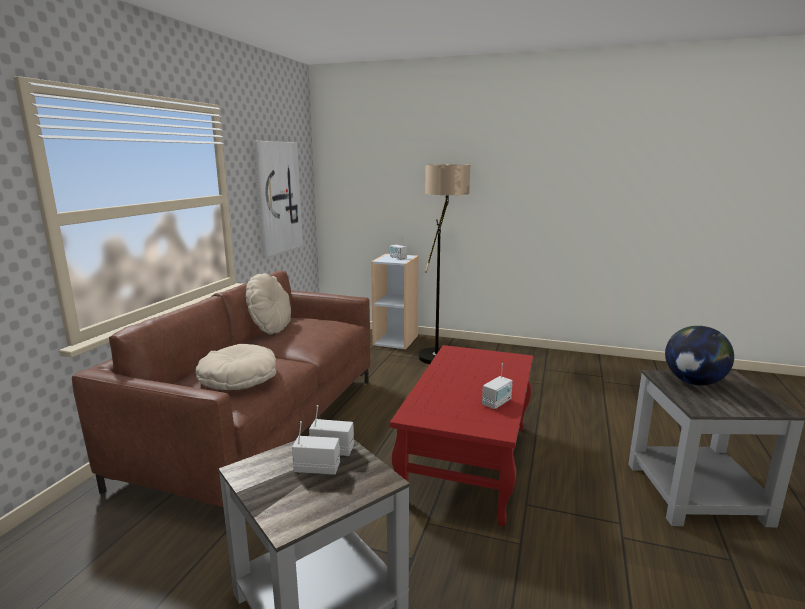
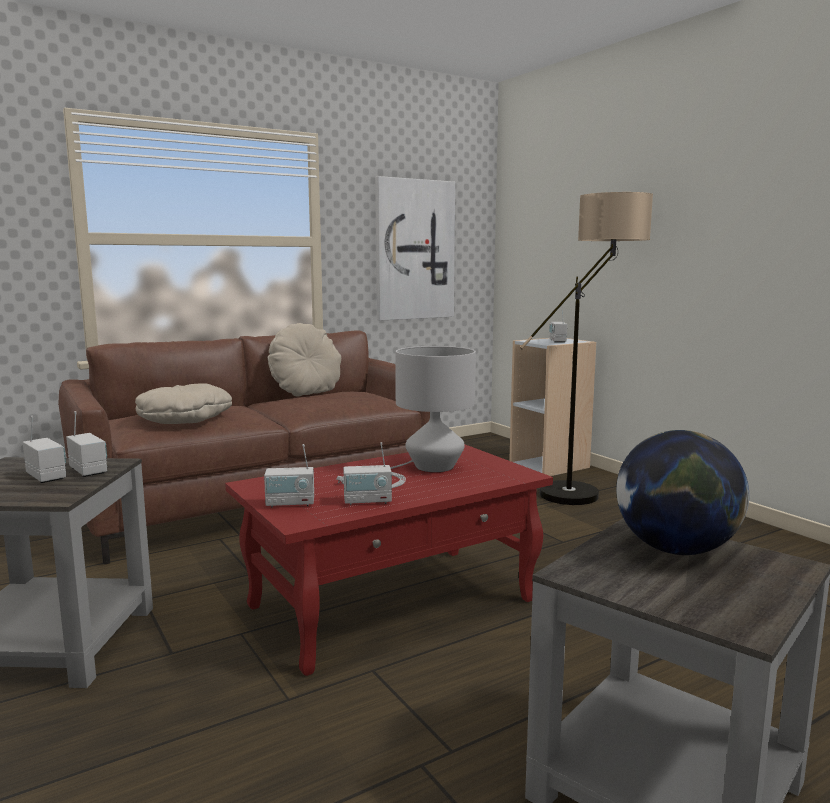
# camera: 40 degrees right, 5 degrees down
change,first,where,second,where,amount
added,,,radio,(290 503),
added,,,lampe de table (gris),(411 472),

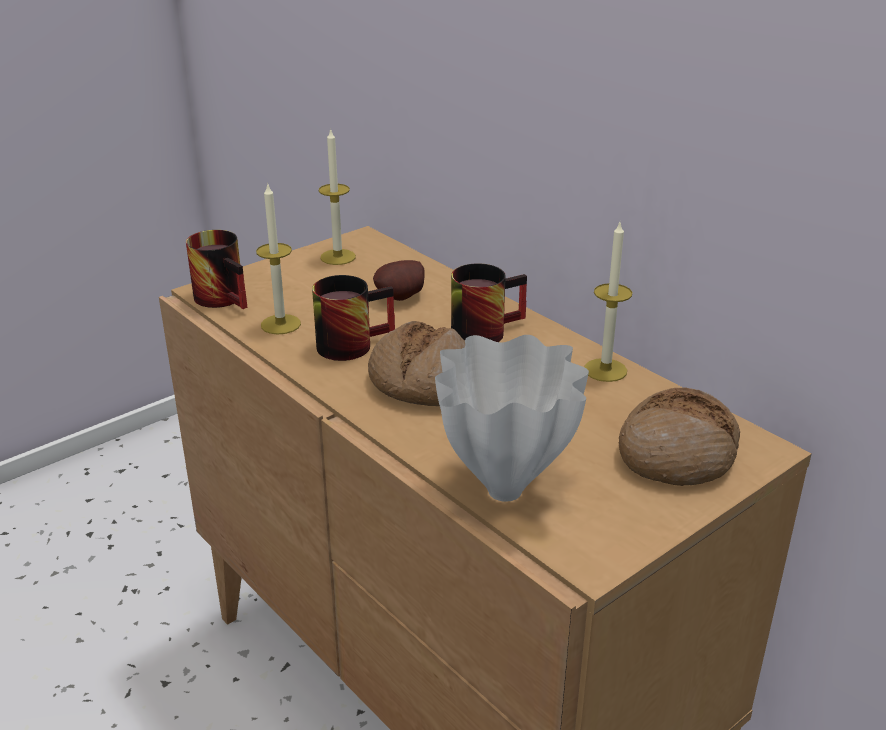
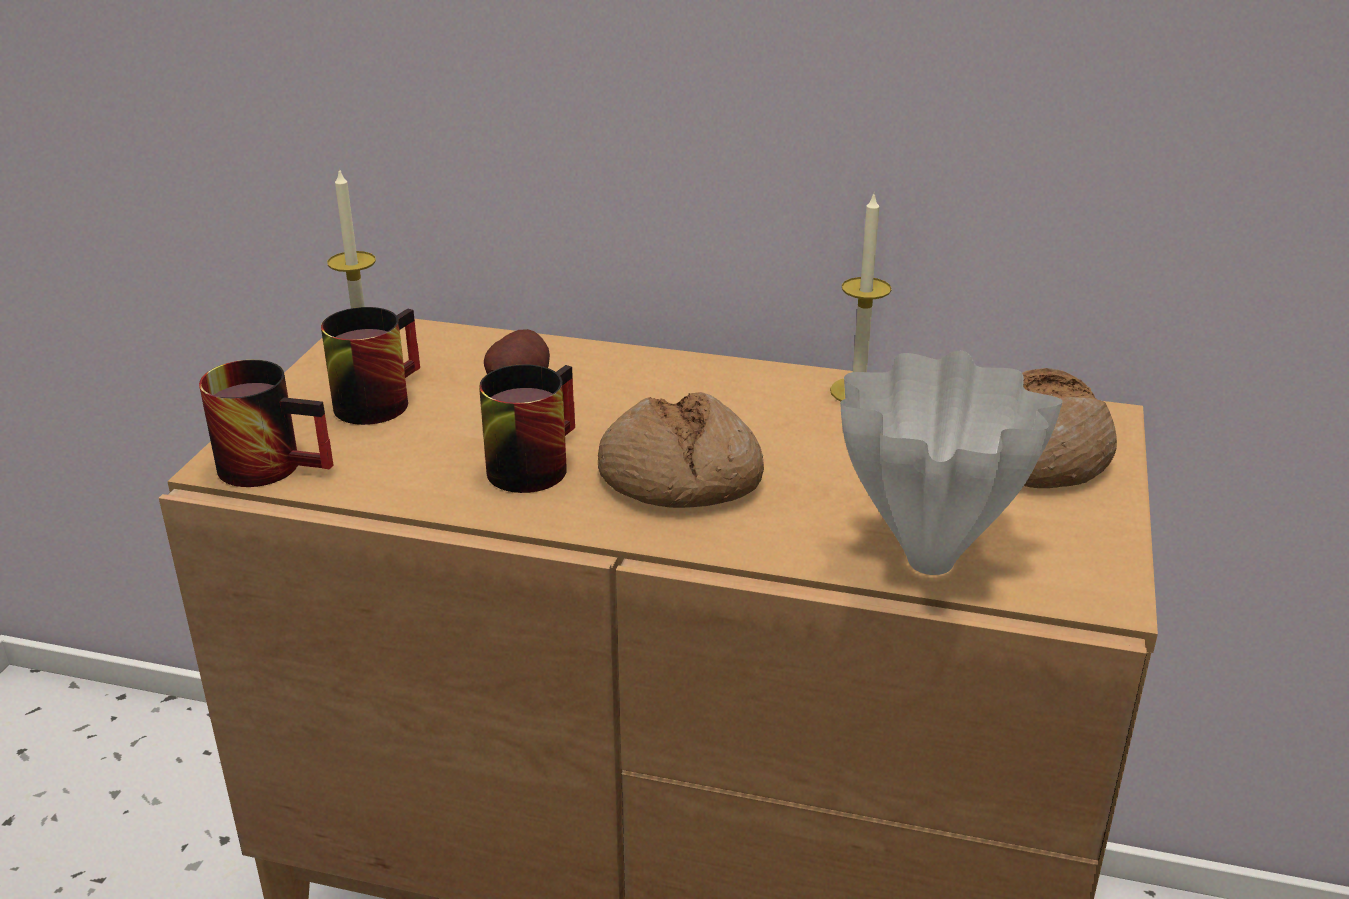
# camera: 35 degrees left, 0 degrees up
change,first,where,second,where,amount
moved,mug,(484 329),,(374 398),
removed,bougie,(280 324),,,

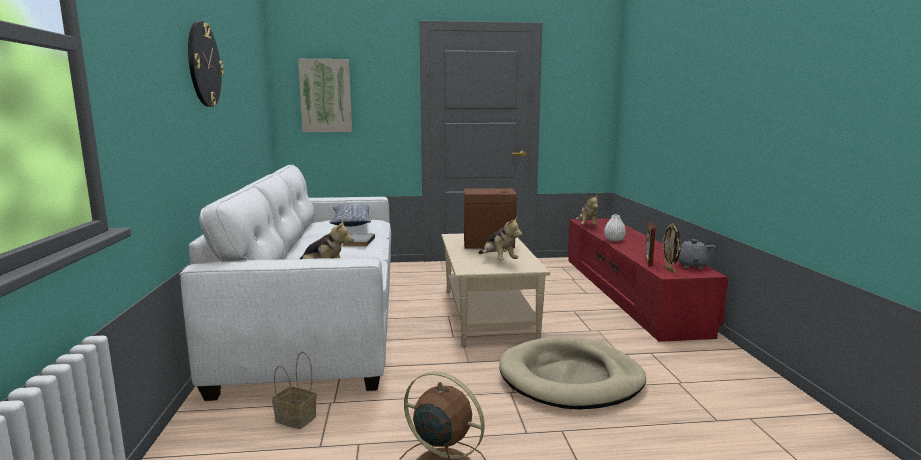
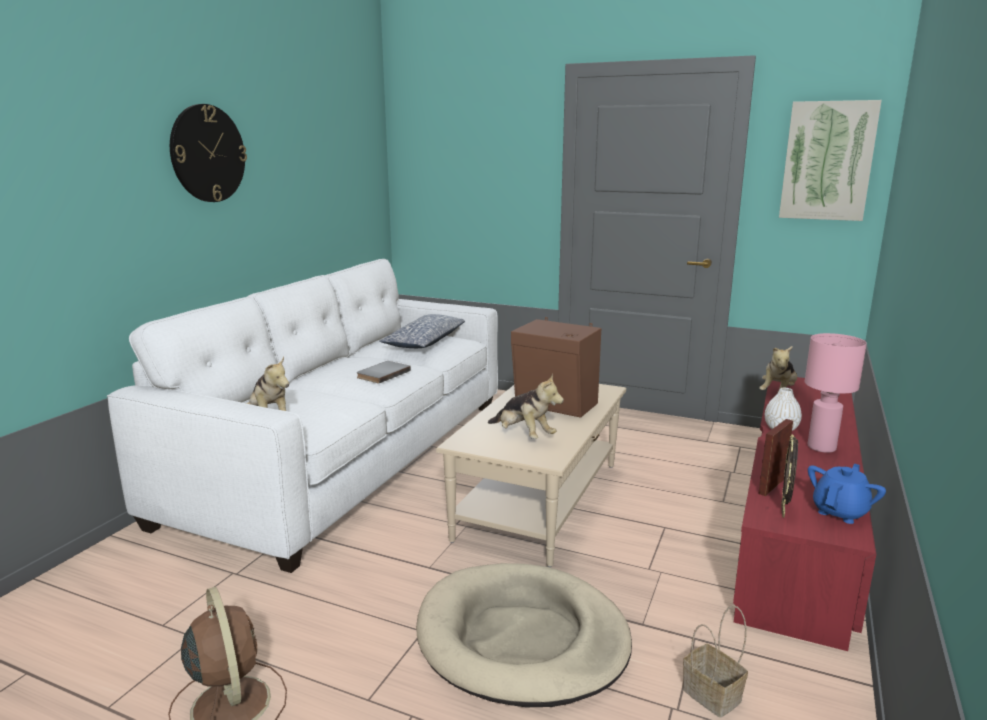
# camera: 30 degrees right, 5 degrees up
change,first,where,second,where,amount
turned,peluche,(498 261),,(523 435),45 degrees counterclockwise
moved,panier,(297 419),,(714 695),
moved,tableau,(326 96),,(827 161),
added,,,lampe de table (rose),(821 447),
recoloured,théière (gris),(692 266),théière (bleu),(840 512),

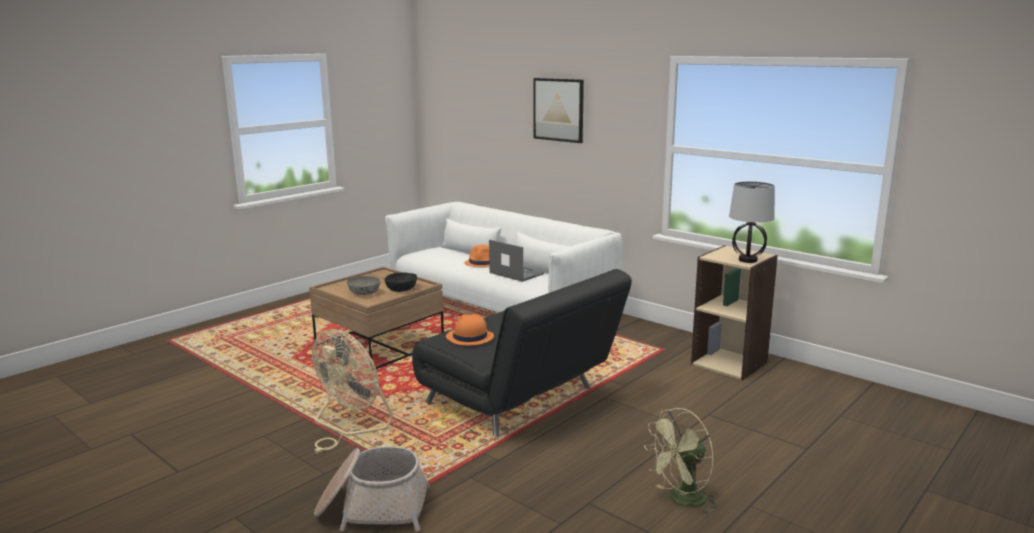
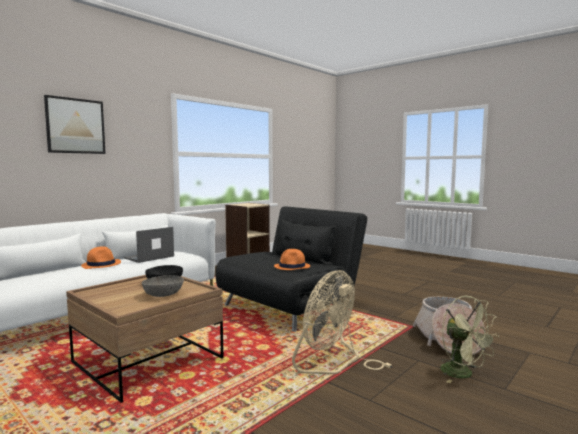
# camera: 90 degrees left, 10 degrees down
change,first,where,second,where,amount
moved,ventilateur (vert),(682 501),,(463 374),
removed,lampe de table,(747 260),,,

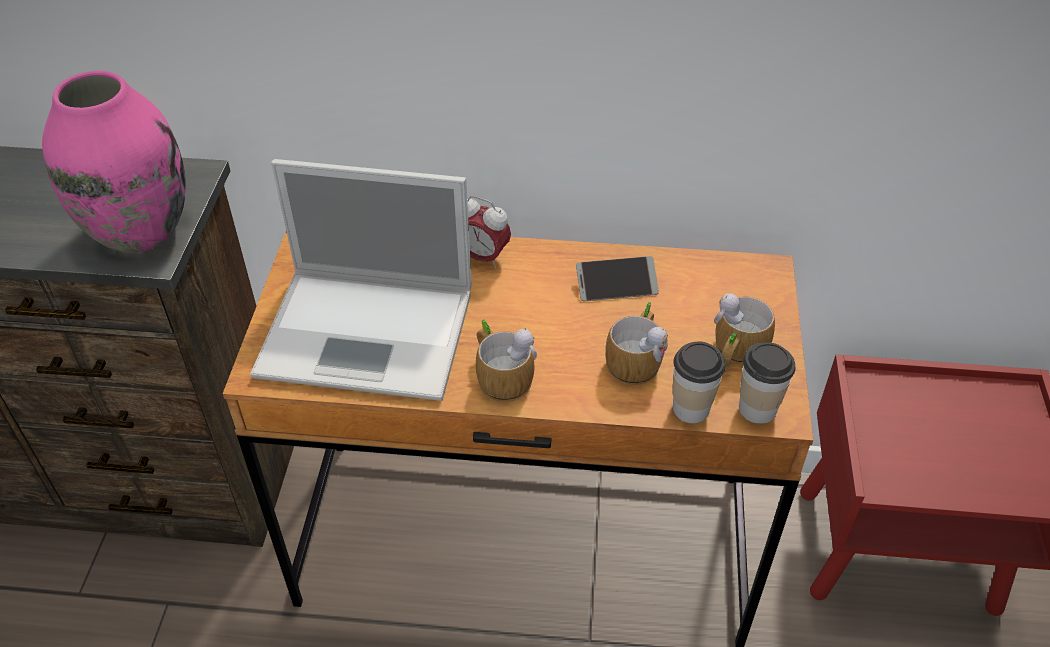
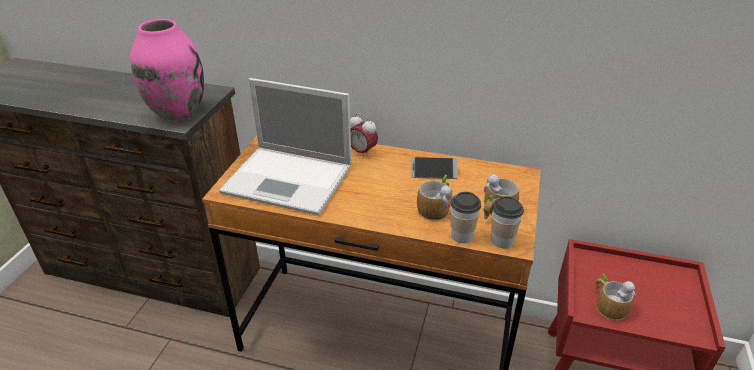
# camera: 10 degrees right, 10 degrees down
change,first,where,second,where,amount
moved,mug,(501 374),,(608 305),

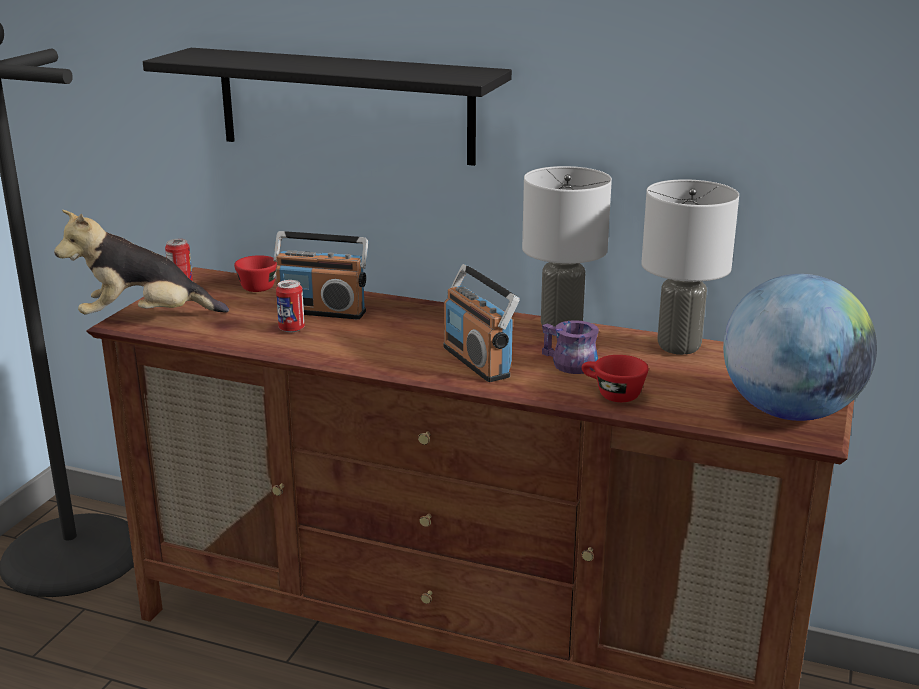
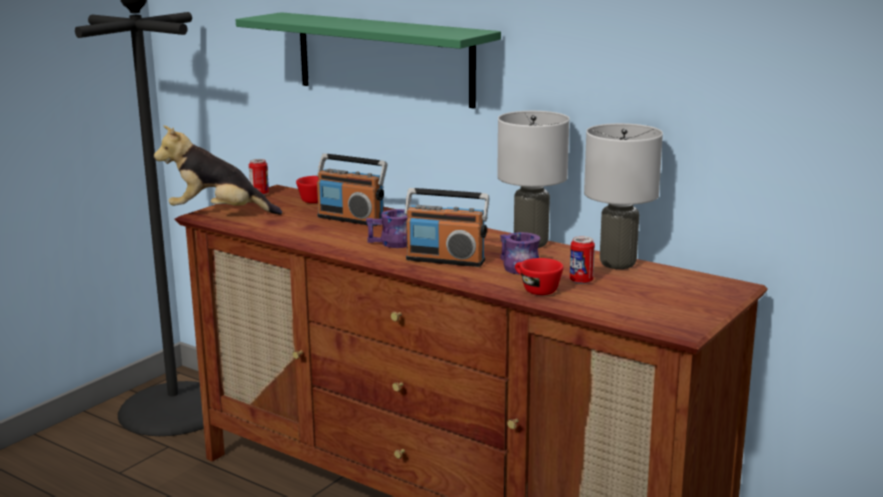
# camera: 15 degrees right, 5 degrees down
change,first,where,second,where,amount
recoloured,étagère (noir),(345 105),étagère (vert),(384 58),
added,,,mug (violet),(392 243),
turned,radio,(477 361),,(445 260),60 degrees counterclockwise
moved,boîte métallique,(291 329),,(581 281),
removed,globe,(790 412),,,

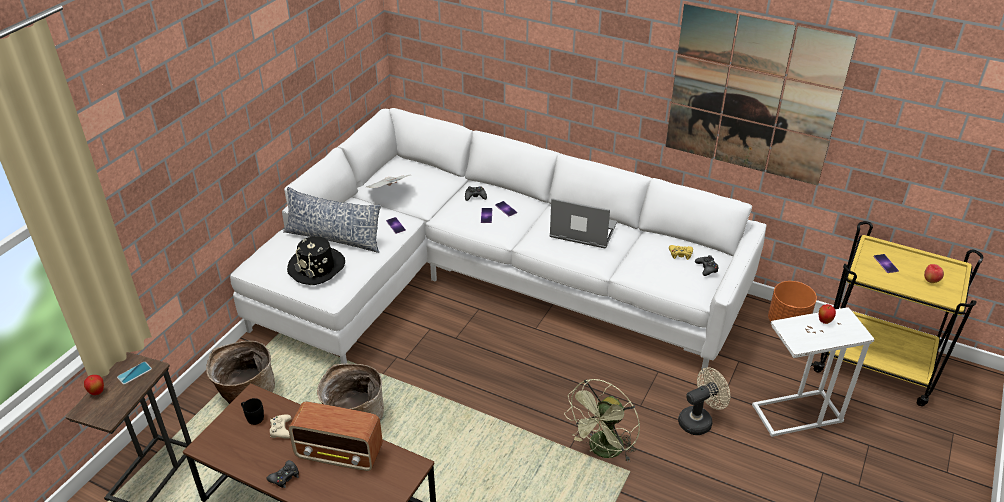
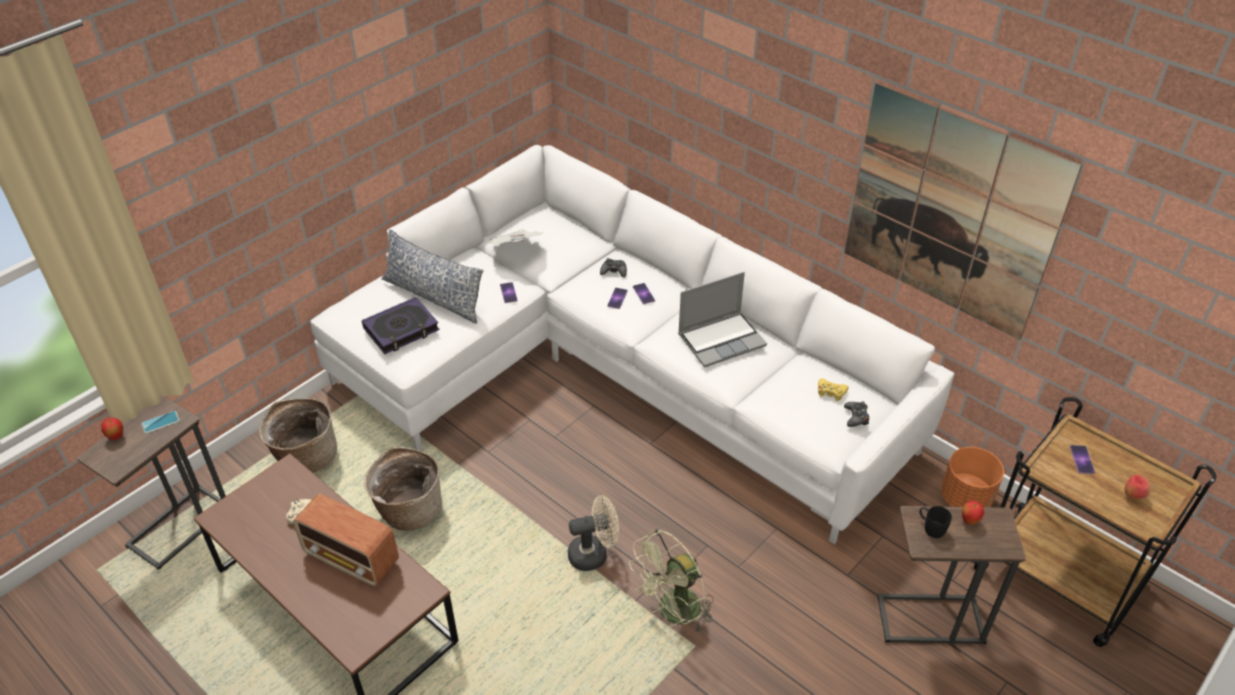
# camera: 15 degrees right, 5 degrees up
change,first,where,second,where,amount
replaced,chapeau (noir),(317 267),livre,(401 330),
moved,ventilateur (beige),(699 420),,(594 554),
turned,ordinateur portable,(582 231),,(722 339),120 degrees clockwise
recoloured,table d'appoint (blanc),(797 413),table d'appoint (marron),(931 619),
moved,mug (noir),(253 417),,(930 527),
recoloured,chariot (jaune),(876 364),chariot (marron),(1061 577),
removed,manette (noir),(285 477),,,

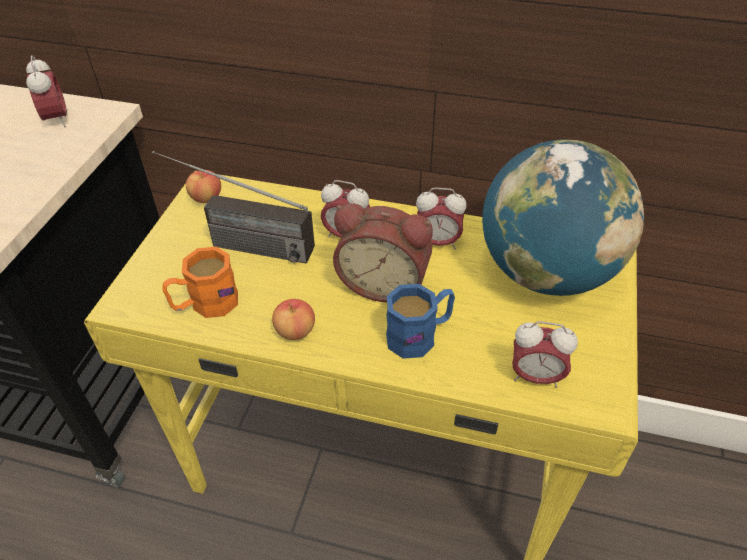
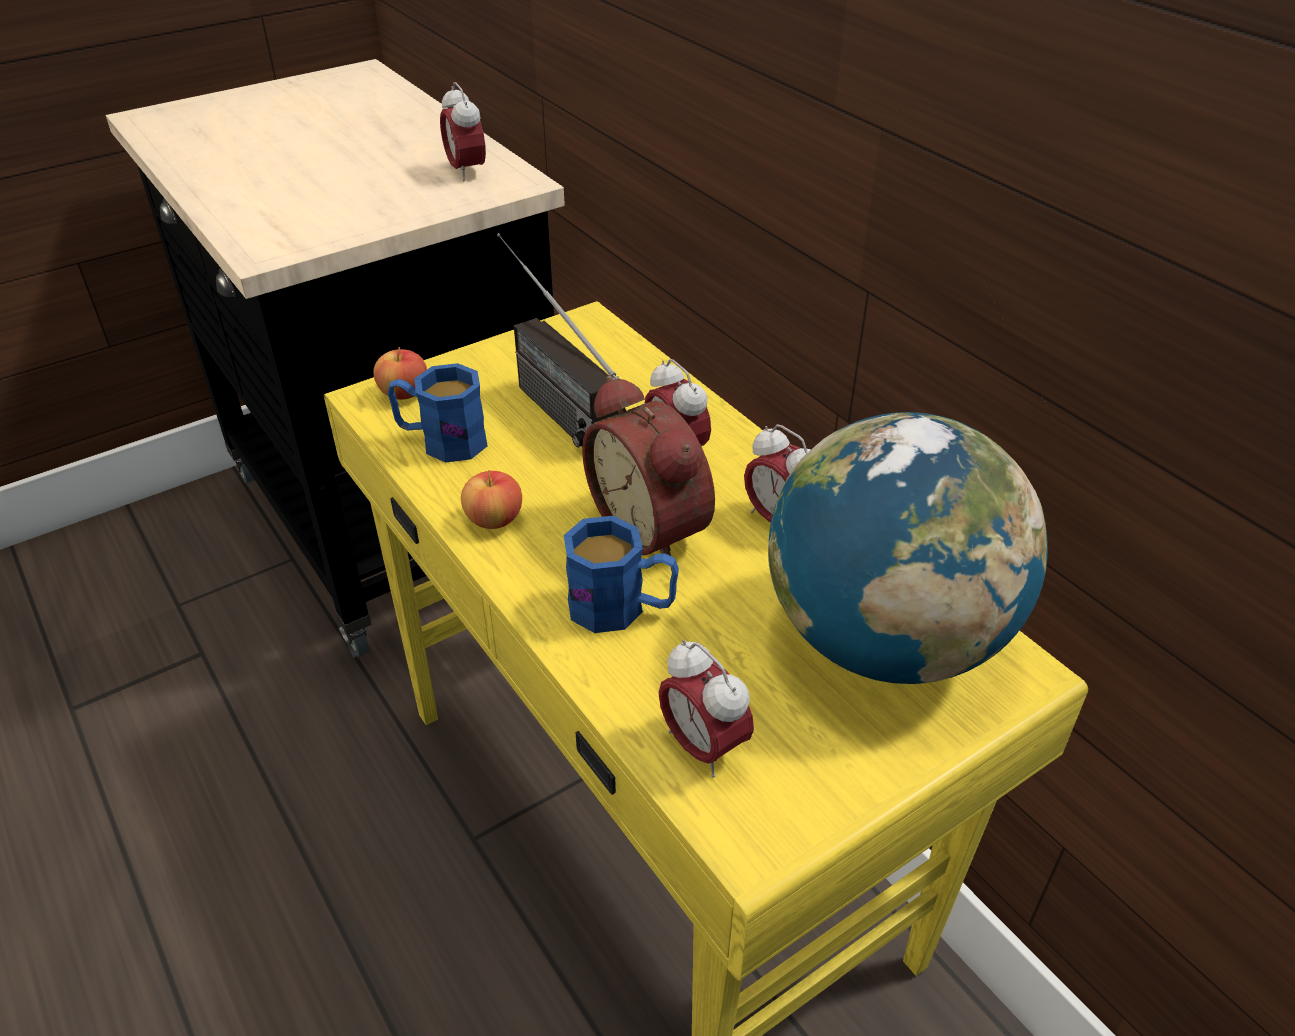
# camera: 40 degrees right, 5 degrees down
change,first,where,second,where,amount
moved,pomme,(206 198),,(404 393),
recoloured,mug (orange),(205 304),mug (bleu),(441 440),
turned,réveil,(57 120),,(466 171),135 degrees clockwise

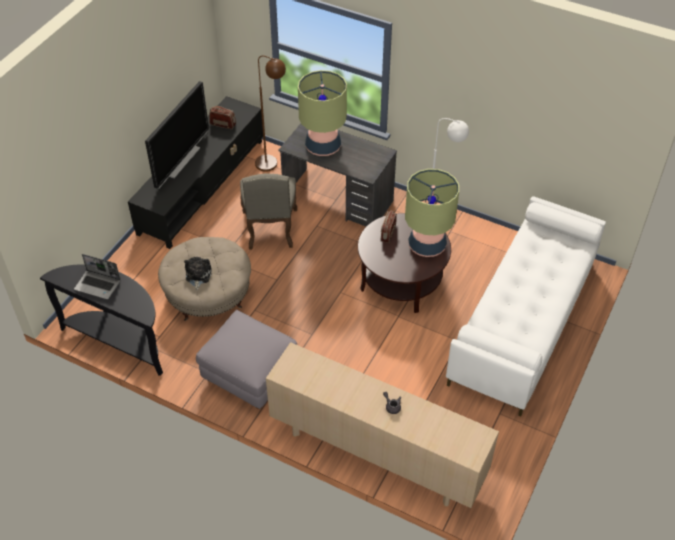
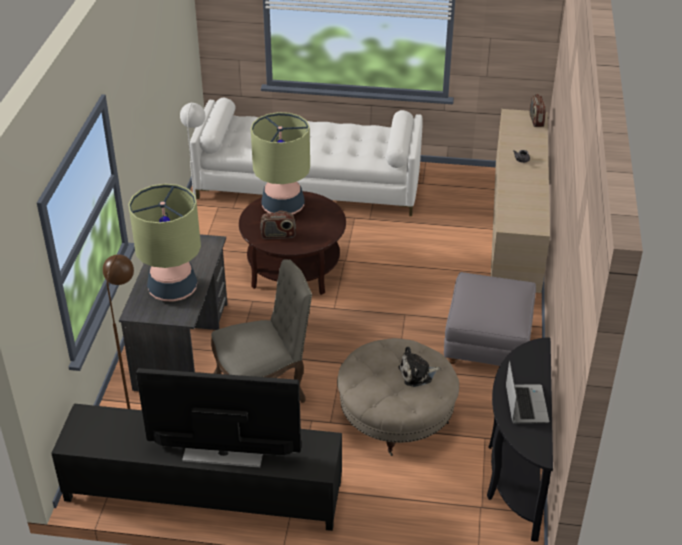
# camera: 110 degrees left, 10 degrees down
change,first,where,second,where,amount
moved,radio,(223 124),,(536 120),

